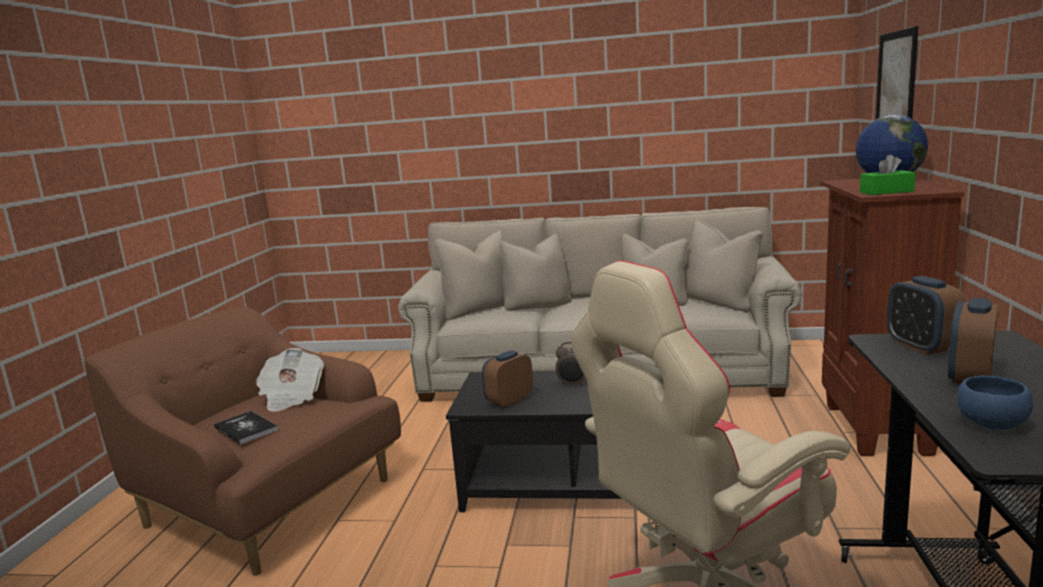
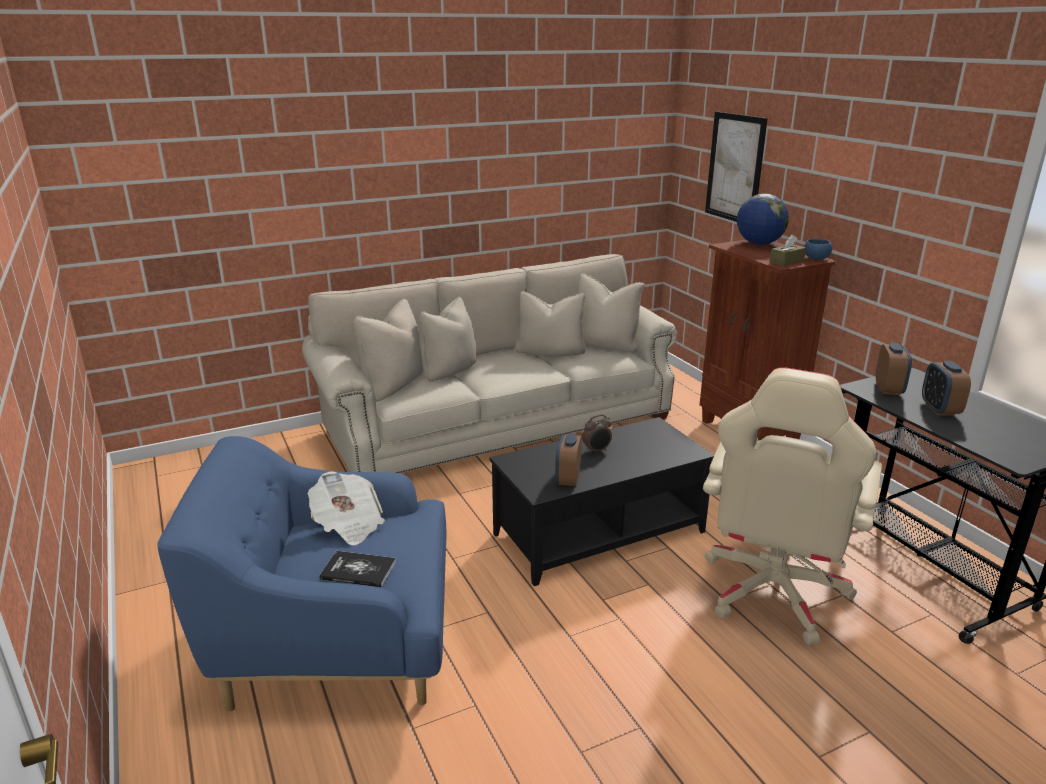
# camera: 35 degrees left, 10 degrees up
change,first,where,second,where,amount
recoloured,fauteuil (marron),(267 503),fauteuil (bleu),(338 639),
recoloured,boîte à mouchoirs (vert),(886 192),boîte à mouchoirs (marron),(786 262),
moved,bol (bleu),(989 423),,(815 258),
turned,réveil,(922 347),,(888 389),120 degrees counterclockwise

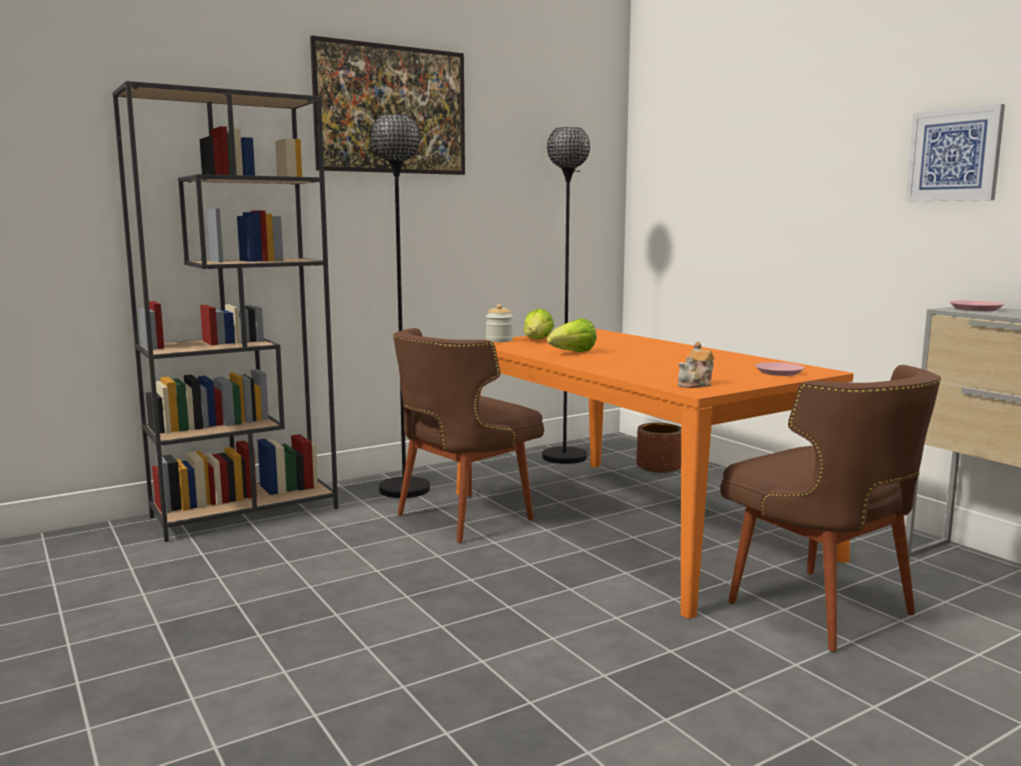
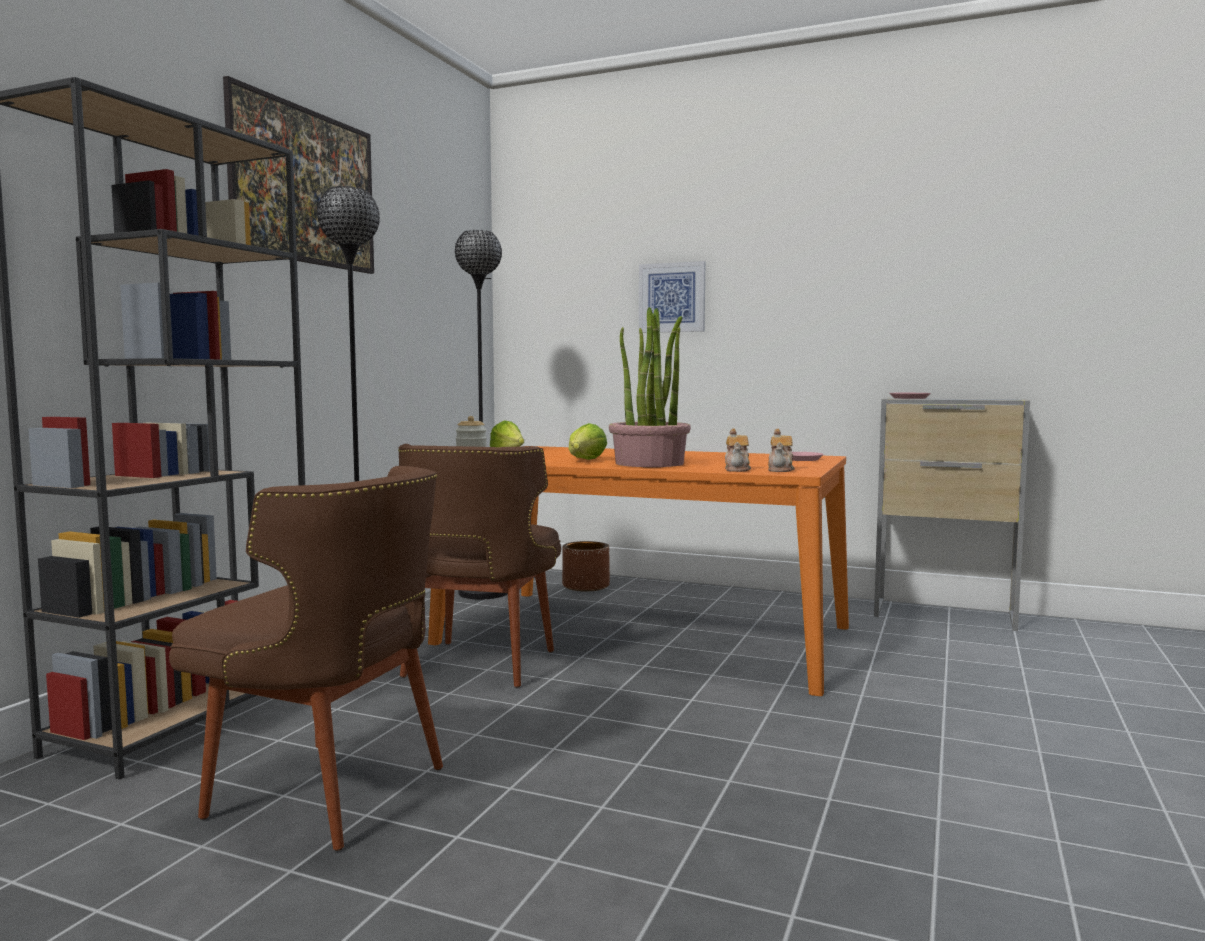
# camera: 35 degrees left, 5 degrees down
change,first,where,second,where,amount
moved,chaise (marron),(819 608),,(327 792),
added,,,plante en pot,(649 463),
moved,tableau,(954 155),,(672 297),
added,,,théière,(737 469),

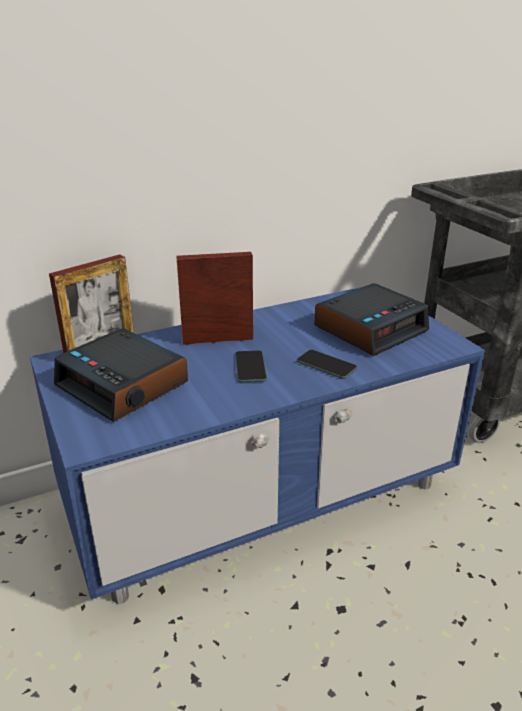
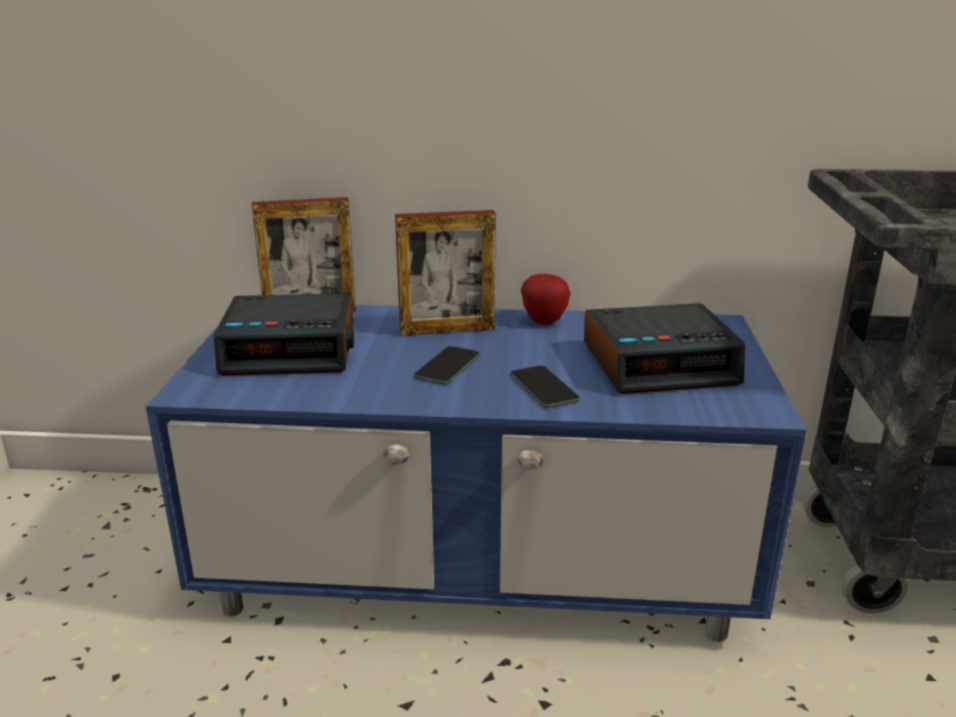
# camera: 30 degrees right, 5 degrees down
change,first,where,second,where,amount
turned,réveil,(124 385),,(292 349),75 degrees counterclockwise
turned,cadre photo,(217 339),,(447 330),150 degrees clockwise
added,,,pomme,(544 321),

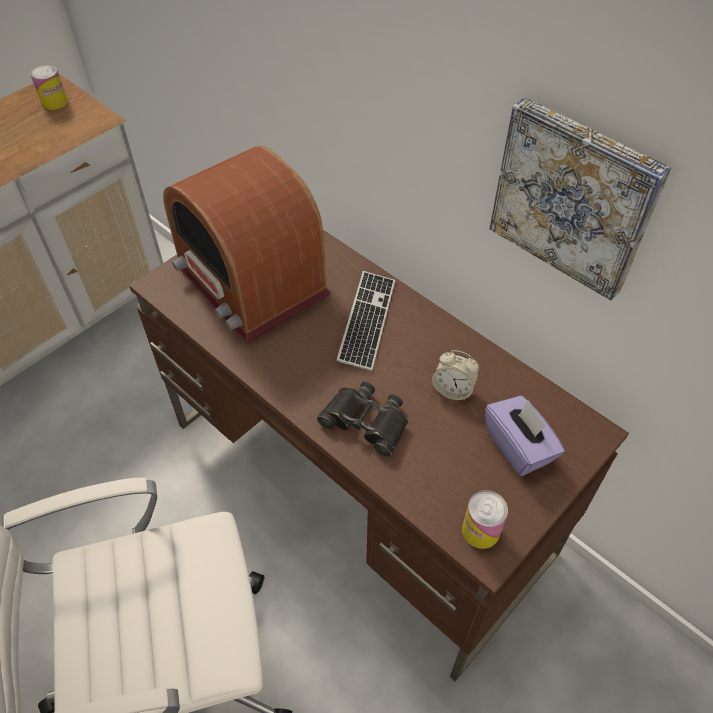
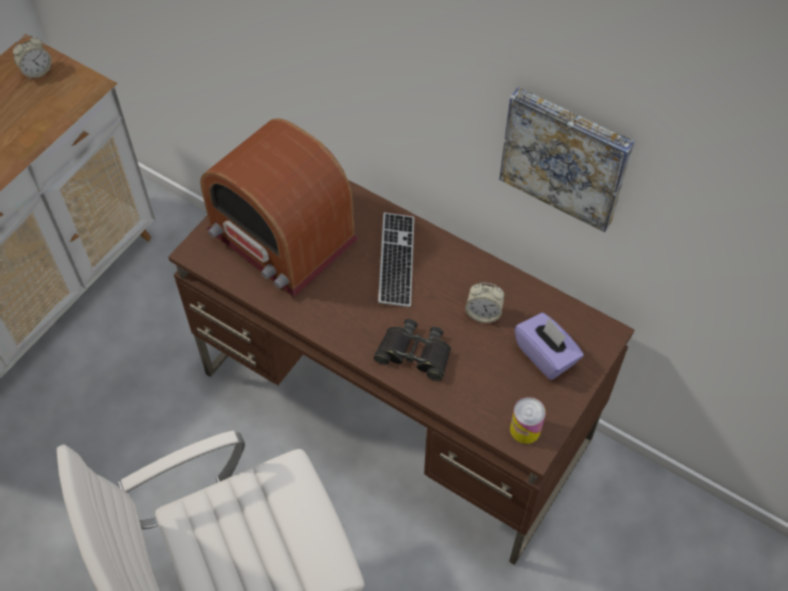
# camera: 10 degrees left, 5 degrees up
change,first,where,second,where,amount
replaced,boîte métallique,(54 102),réveil,(37 71),

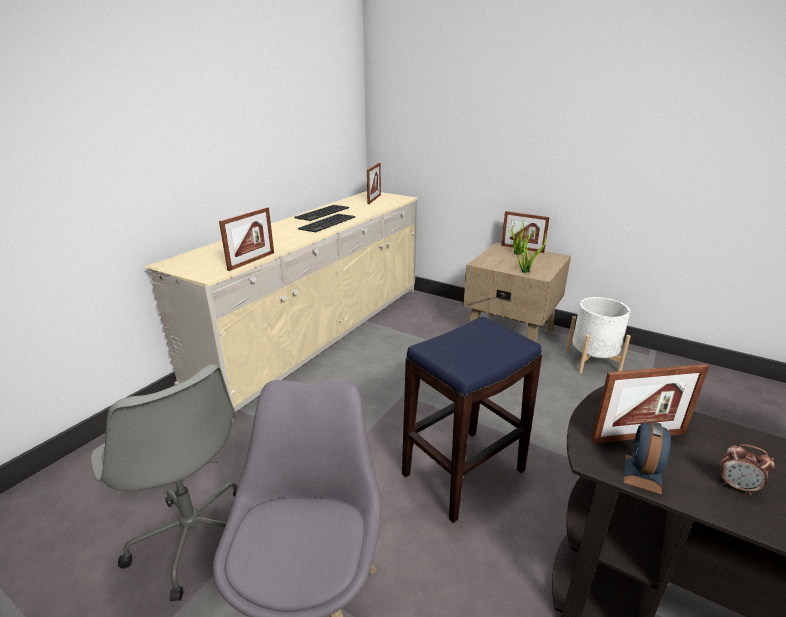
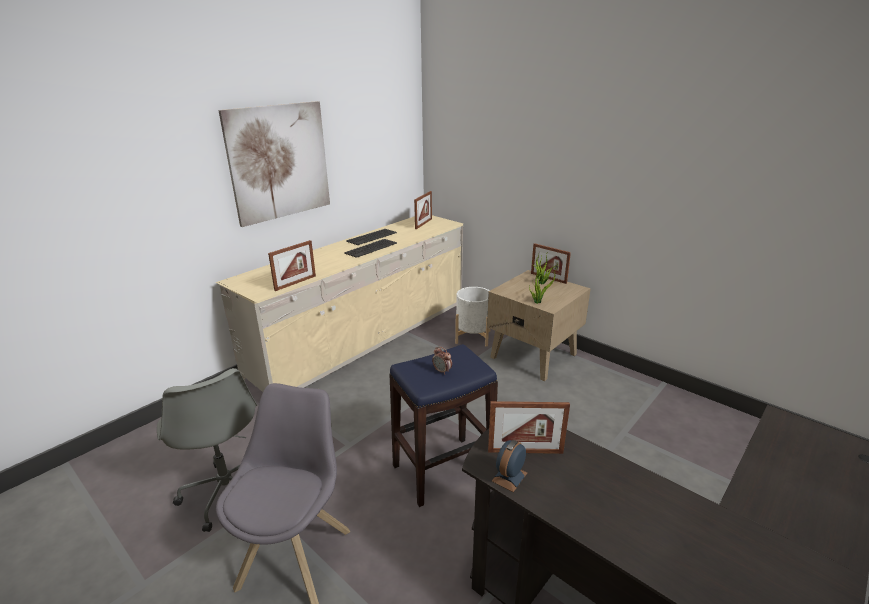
# camera: 10 degrees right, 0 degrees up
change,first,where,second,where,amount
added,,,tableau,(279 162),
moved,réveil,(736 486),,(442 371),
moved,cache-pot (blanc),(592 361),,(473 337),

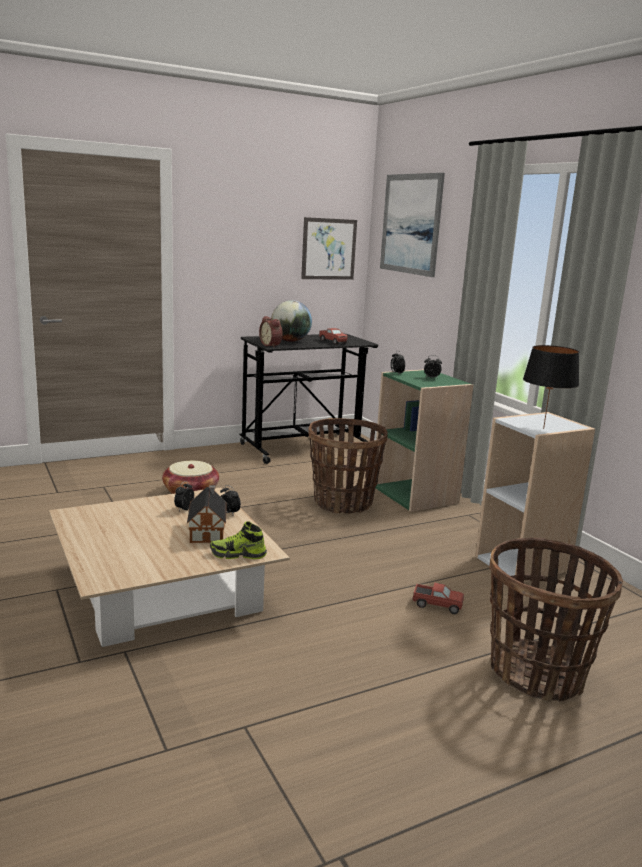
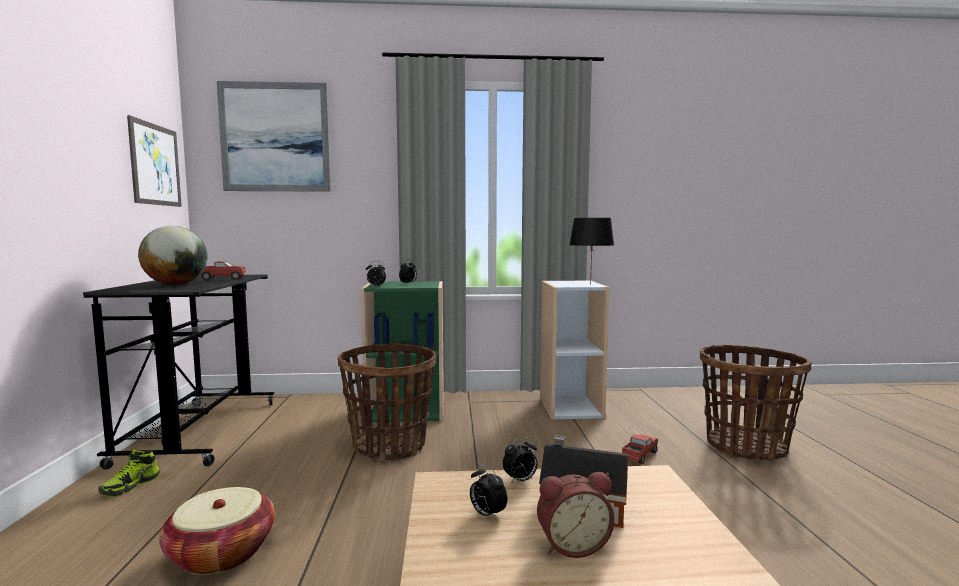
# camera: 65 degrees left, 10 degrees down
change,first,where,second,where,amount
moved,chaussure,(238 554),,(131 486),
moved,réveil,(271 345),,(572 544),

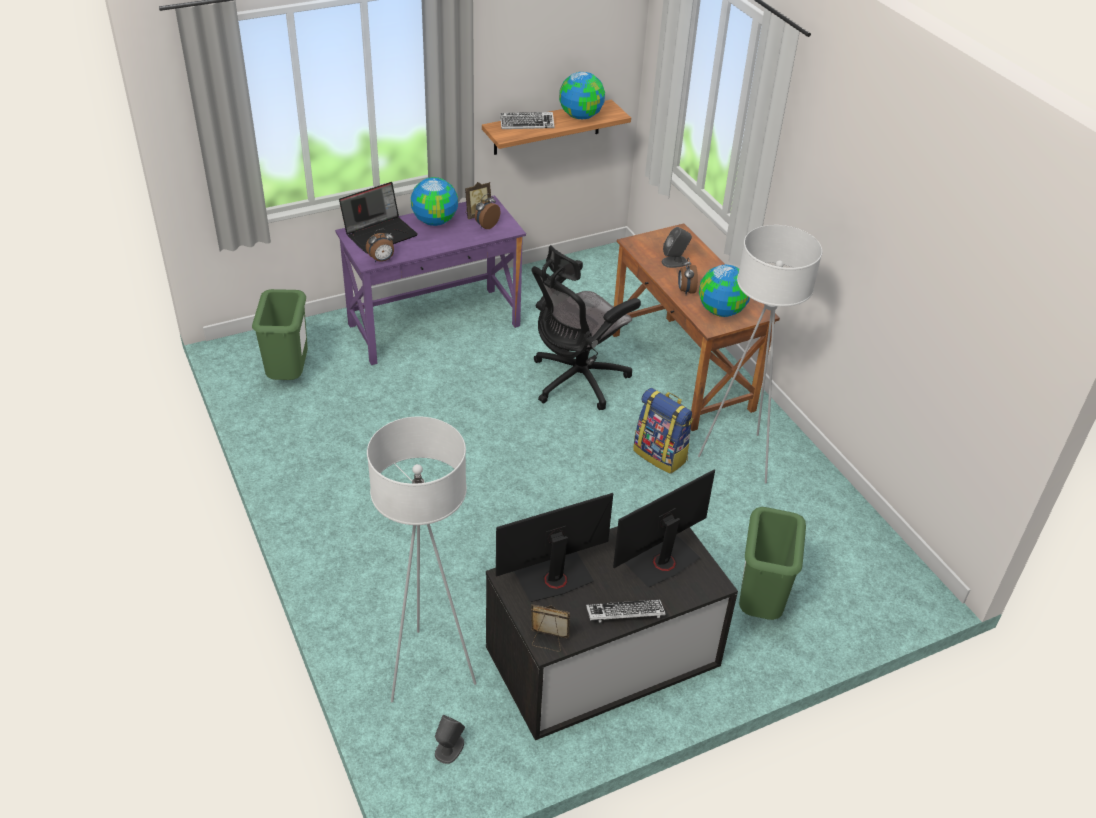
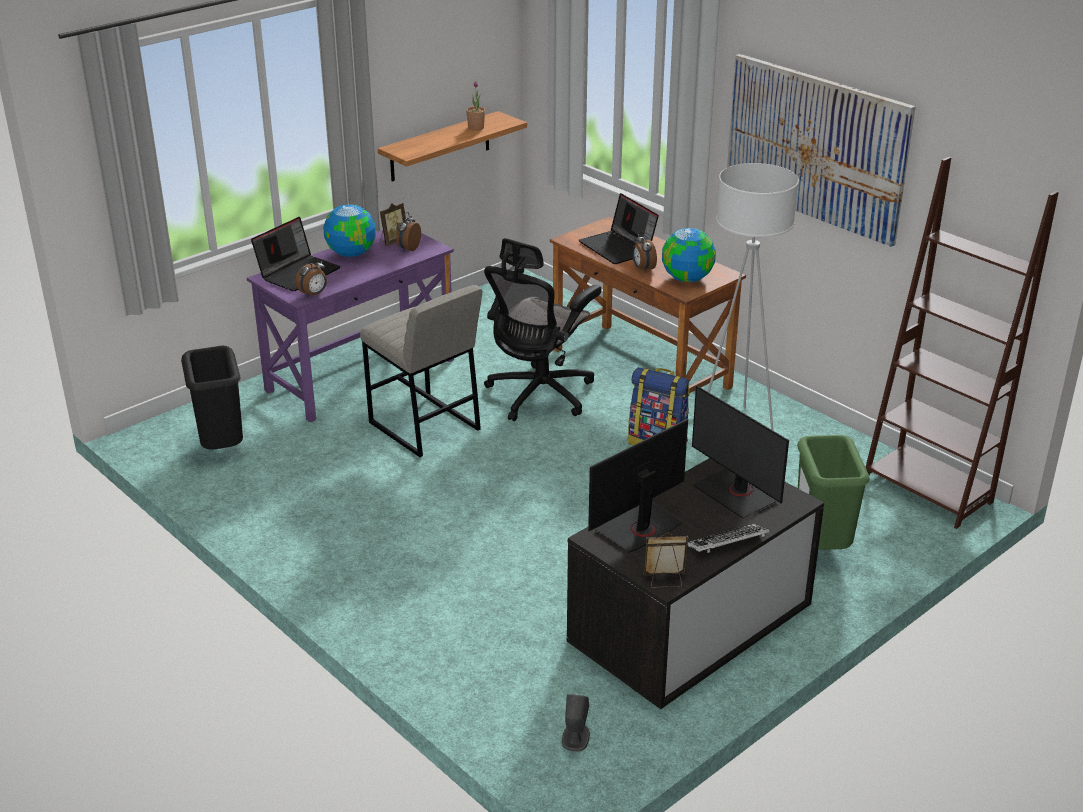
# camera: 15 degrees left, 10 degrees down
change,first,where,second,where,amount
recoloured,poubelle (vert),(289 376),poubelle (noir),(223 449),
added,,,chaise (gris),(426 427),
replaced,globe,(581 116),plante en pot,(476 127),
replaced,enceinte (gris),(675 262),ordinateur portable,(618 248),
turned,écran d'ordinateur,(660 560),,(736 493),75 degrees counterclockwise
added,,,tableau,(815 147),
added,,,bibliothèque (marron),(927 491),
removed,lampadaire (blanc),(428 670),,,
removed,clavier,(527 124),,,

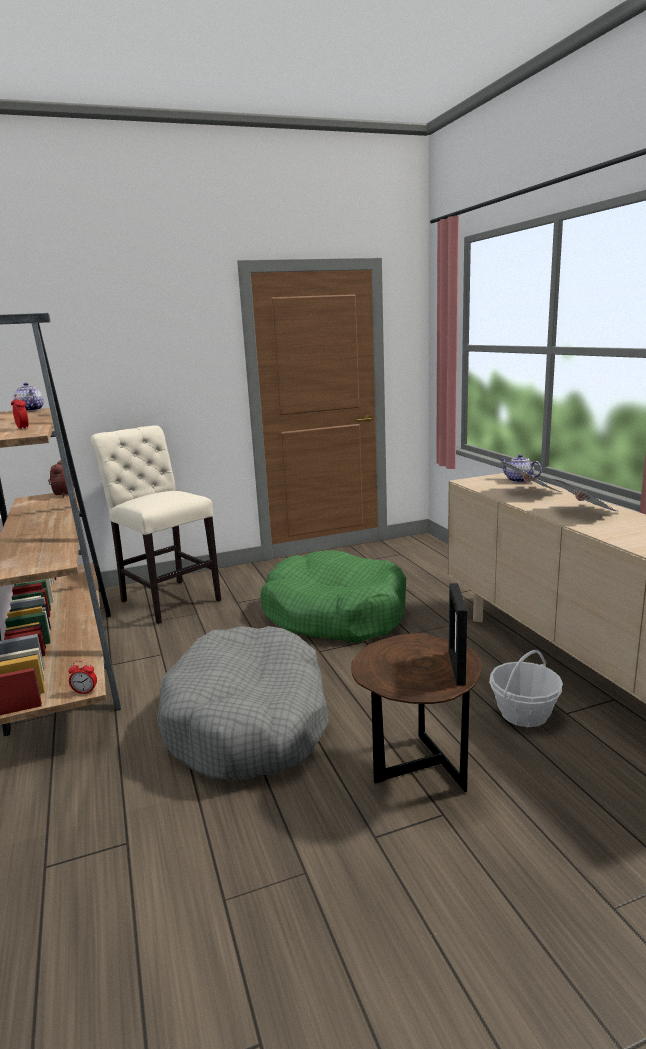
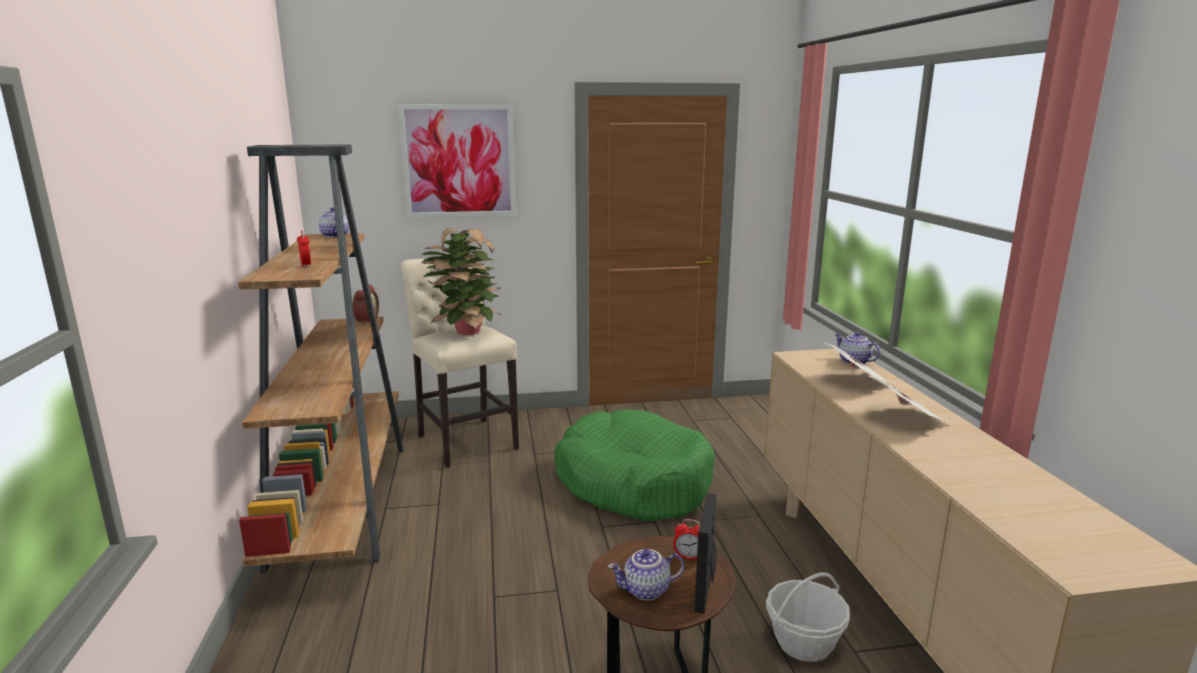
# camera: 10 degrees right, 0 degrees up
change,first,where,second,where,amount
added,,,tableau,(459 161),
added,,,plante en pot,(465 332),
added,,,théière,(646 591),
moved,réveil,(85 692),,(689 557),
removed,panier pour chien (gris),(249 721),,,

